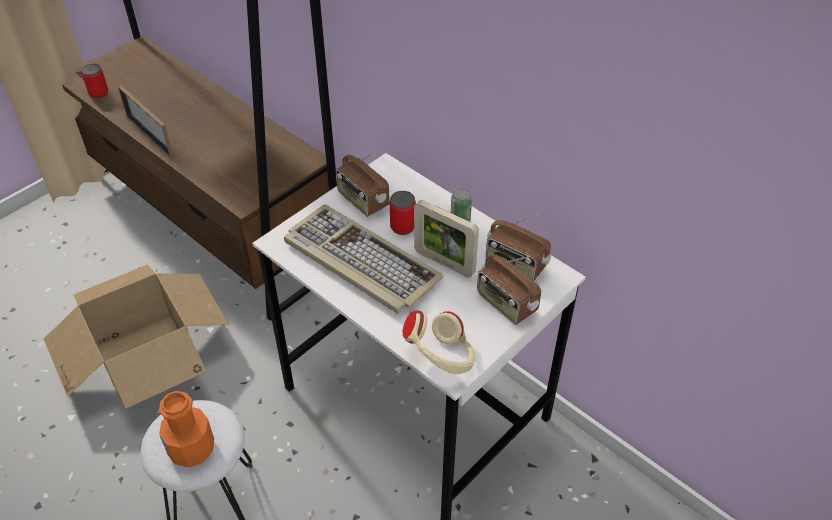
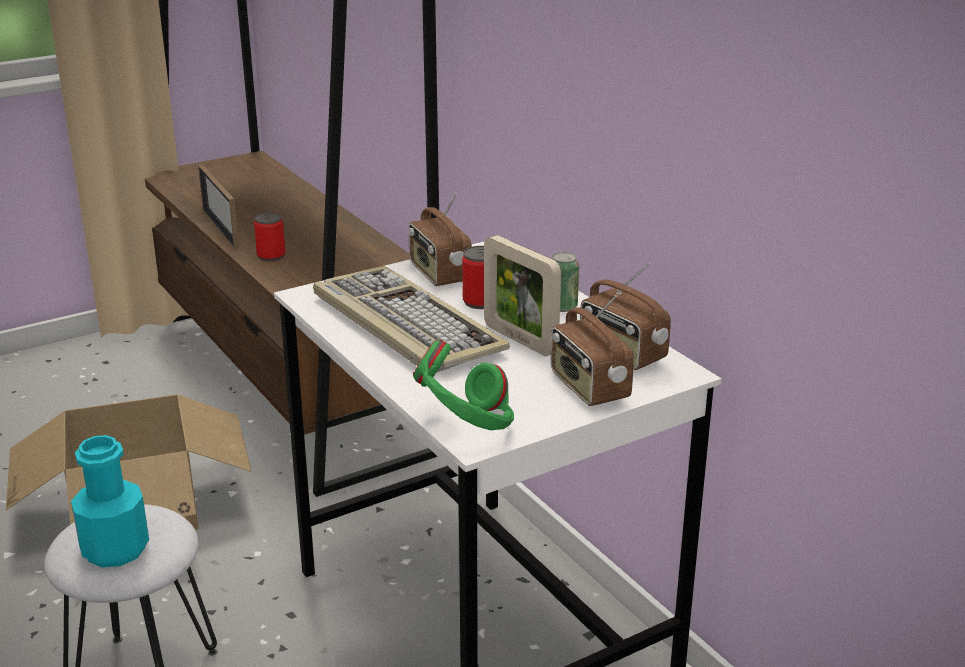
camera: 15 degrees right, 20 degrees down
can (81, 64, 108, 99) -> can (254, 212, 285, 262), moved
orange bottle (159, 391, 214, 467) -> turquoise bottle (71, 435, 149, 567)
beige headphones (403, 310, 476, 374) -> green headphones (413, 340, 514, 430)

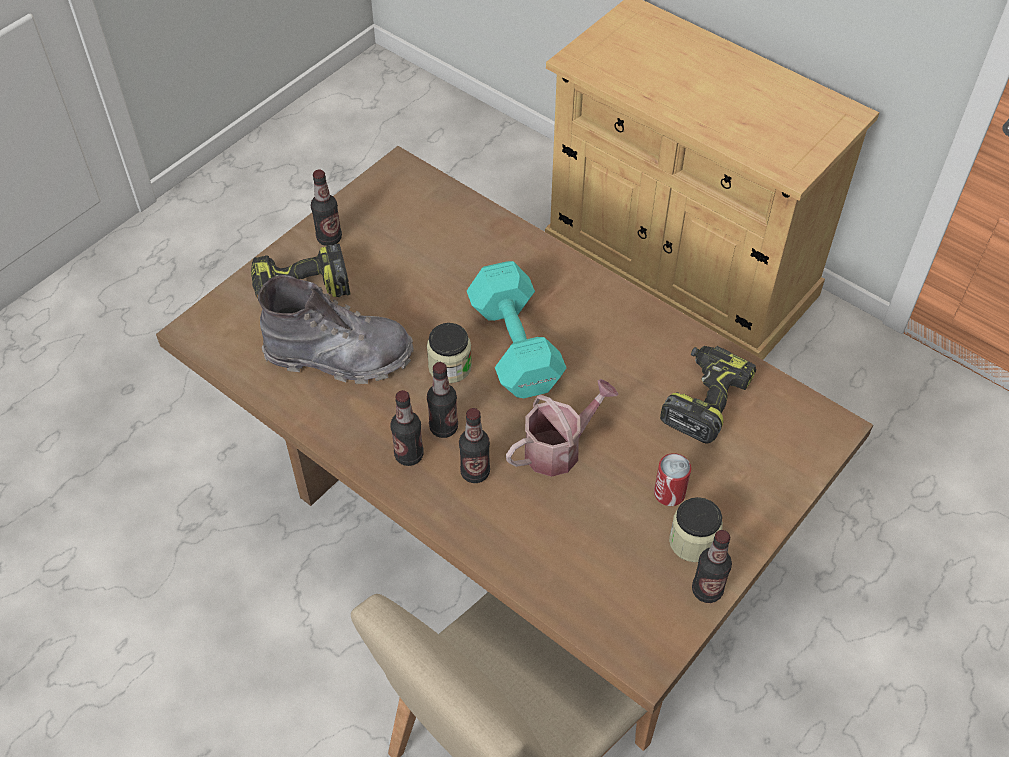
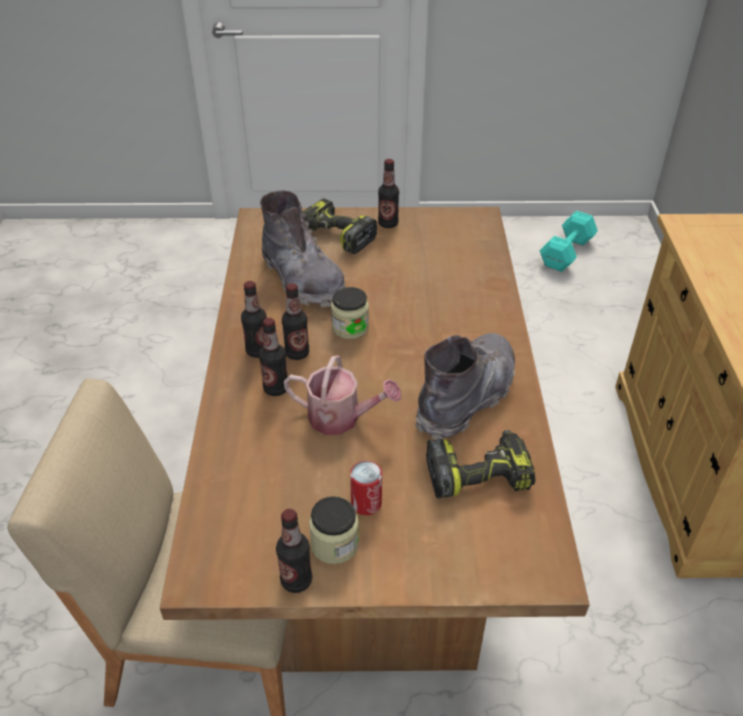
camera: 50 degrees right, 10 degrees down
none -> grey boot (415, 333, 515, 440)
turquoise dumbbell (467, 261, 567, 398) -> turquoise dumbbell (540, 211, 598, 272), moved

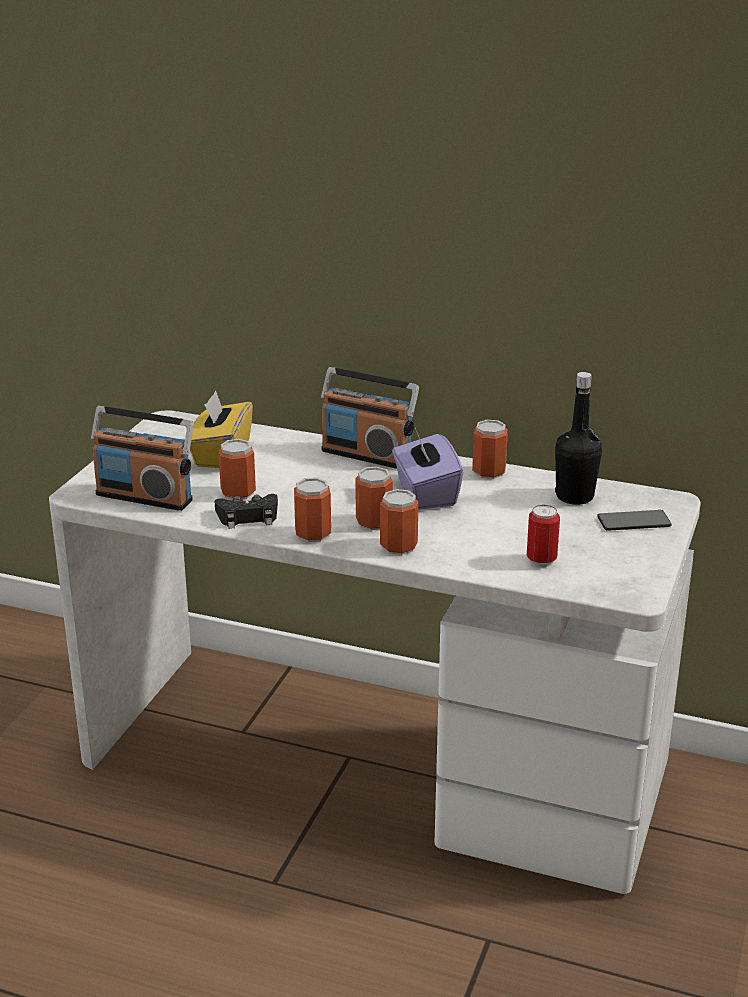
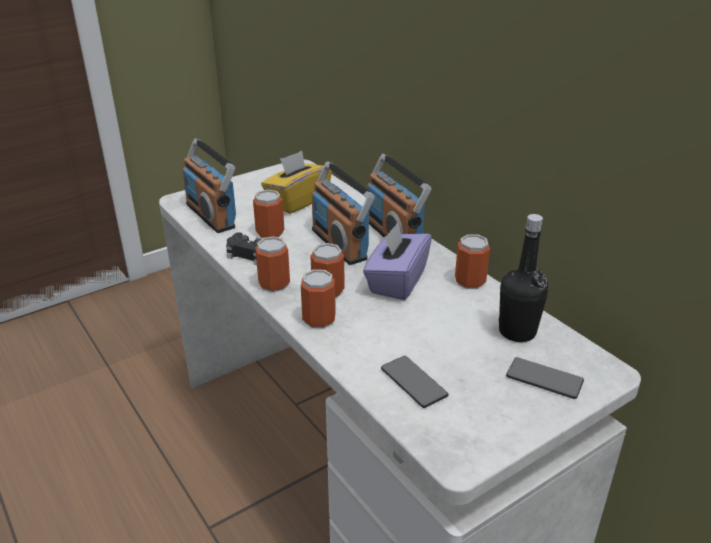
camera: 35 degrees right, 5 degrees up
none -> radio (312, 161, 375, 265)
can (527, 505, 560, 567) -> phone (381, 356, 448, 408)

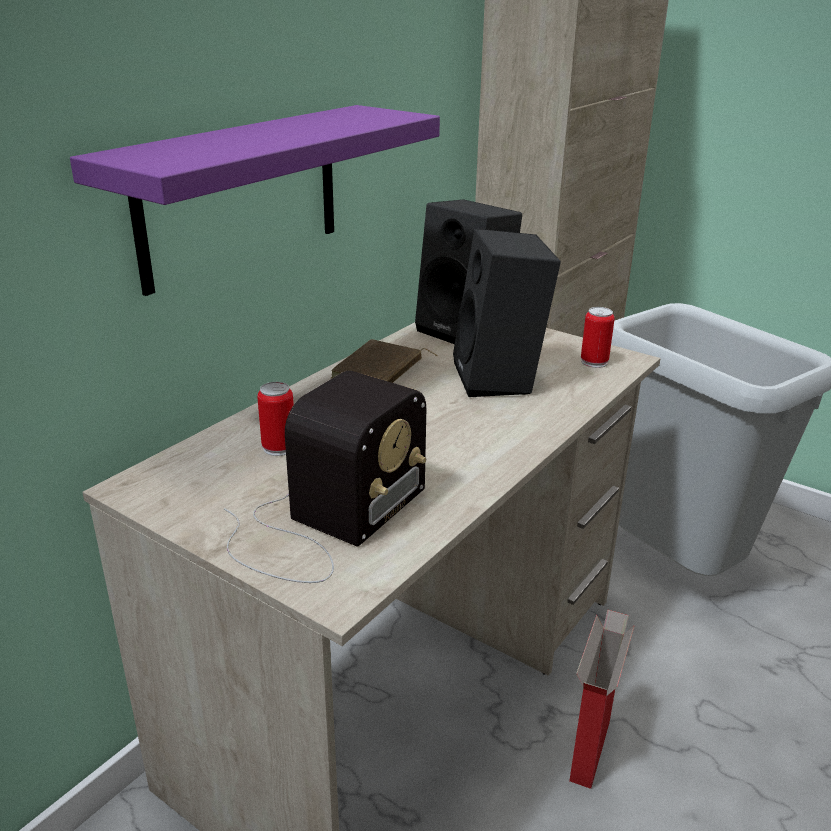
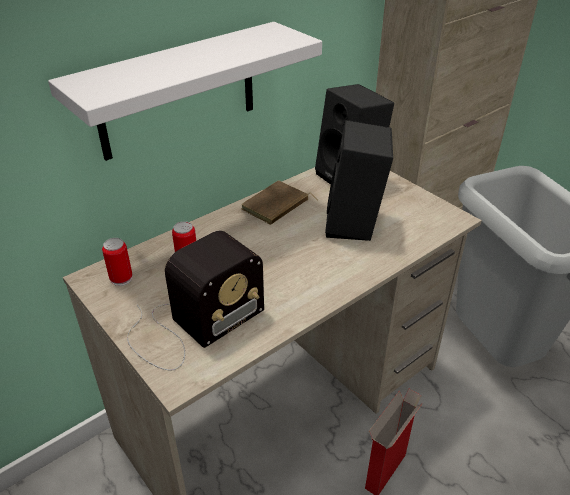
camera: 15 degrees right, 10 degrees up
can (581, 307, 615, 368) -> can (102, 238, 132, 286), moved
purple shelf (70, 105, 440, 296) -> white shelf (48, 22, 322, 161)

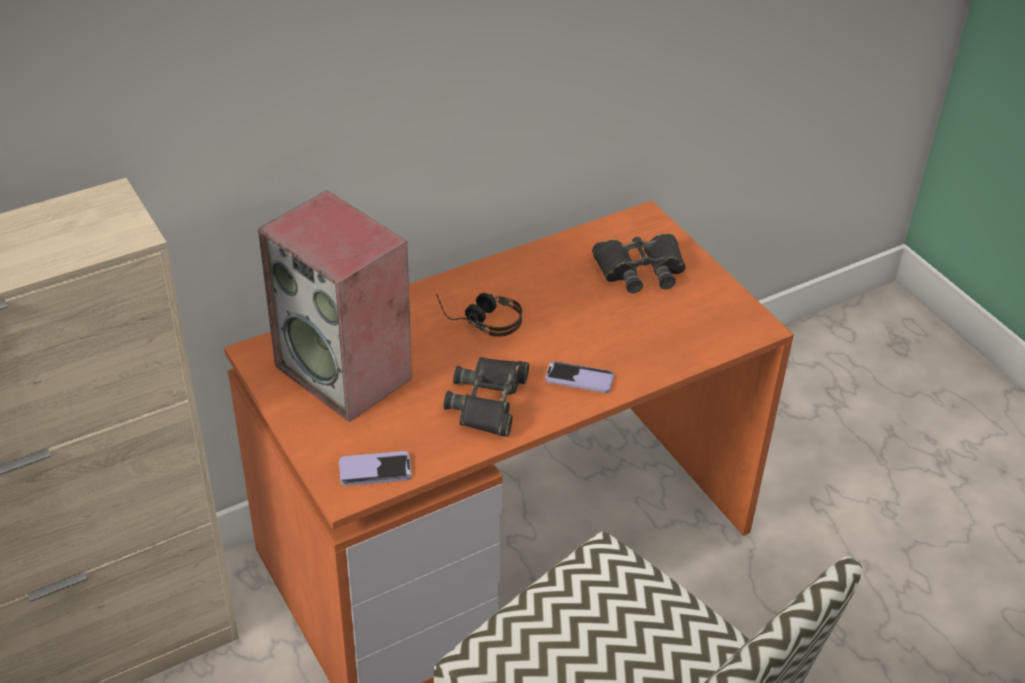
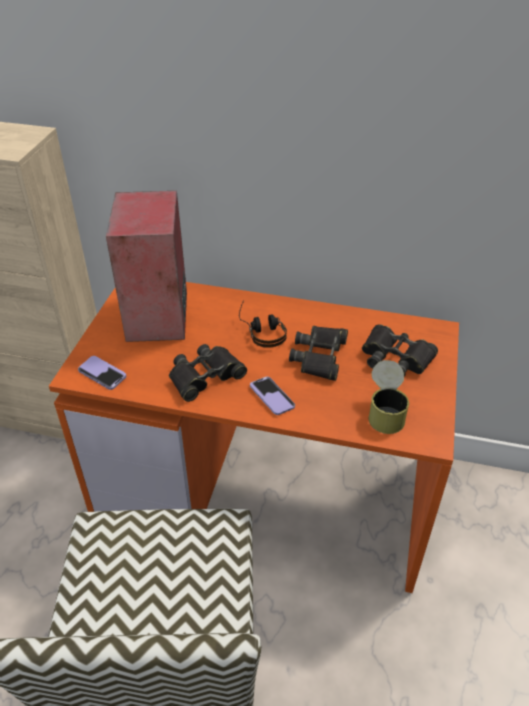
camera: 45 degrees right, 0 degrees up
none -> black binoculars (289, 326, 348, 381)
none -> can (368, 360, 409, 434)

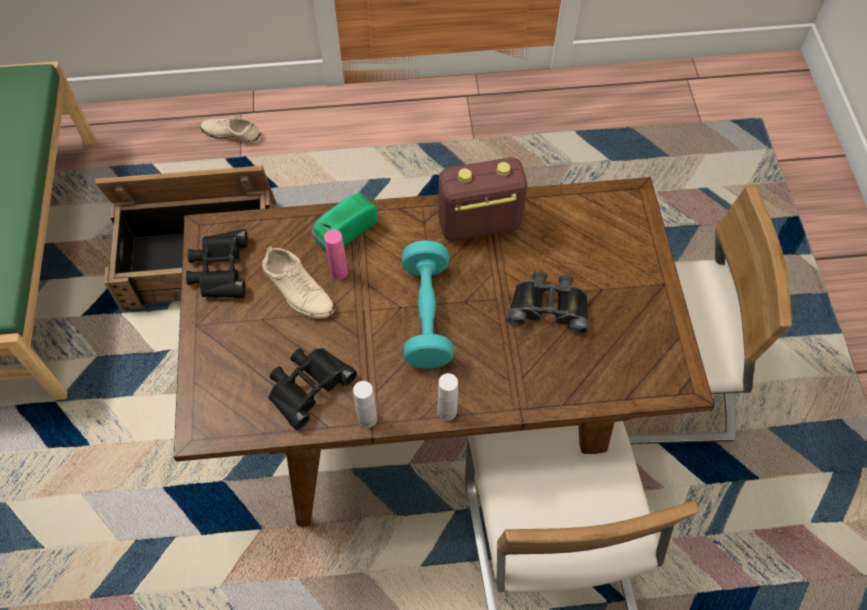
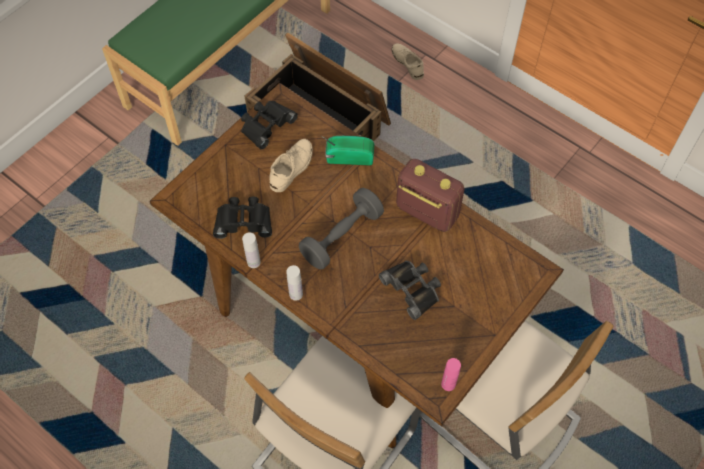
camera: 45 degrees right, 0 degrees up
pink bottle (324, 229, 348, 280) -> pink bottle (441, 358, 461, 391), moved
turquoise dumbbell (402, 240, 454, 369) -> grey dumbbell (299, 188, 384, 269)
beige shoe (262, 246, 335, 319) -> beige shoe (269, 139, 313, 192), 150 degrees counterclockwise

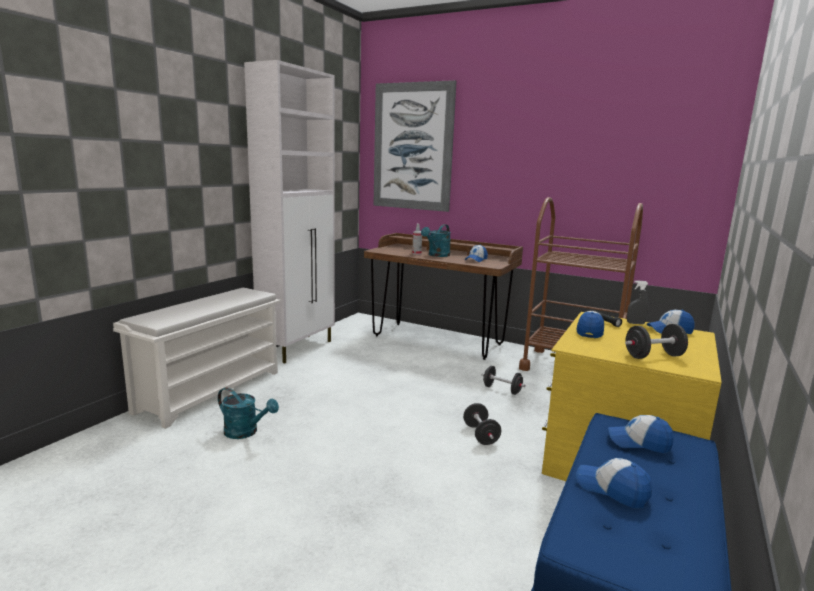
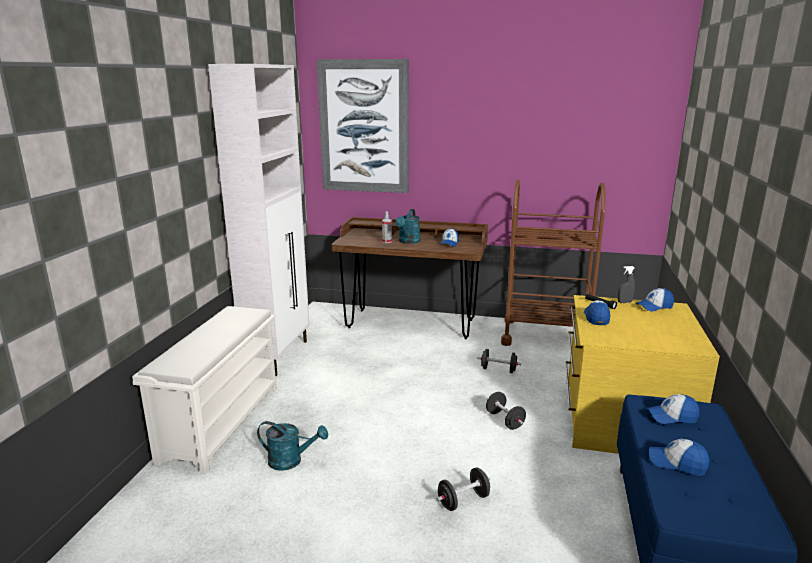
camera: 15 degrees left, 5 degrees up
black dumbbell (625, 324, 688, 359) -> black dumbbell (437, 467, 490, 511), moved

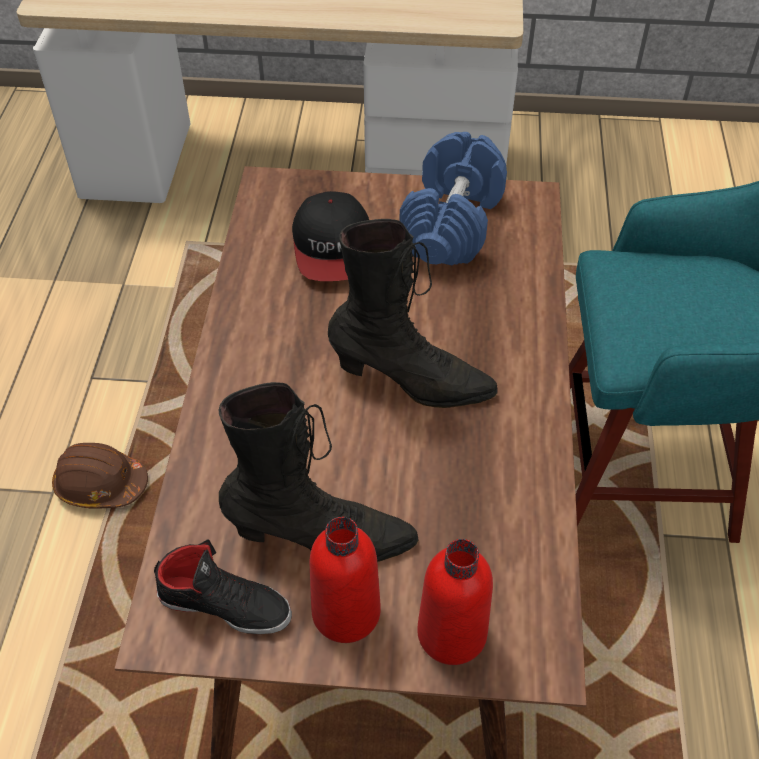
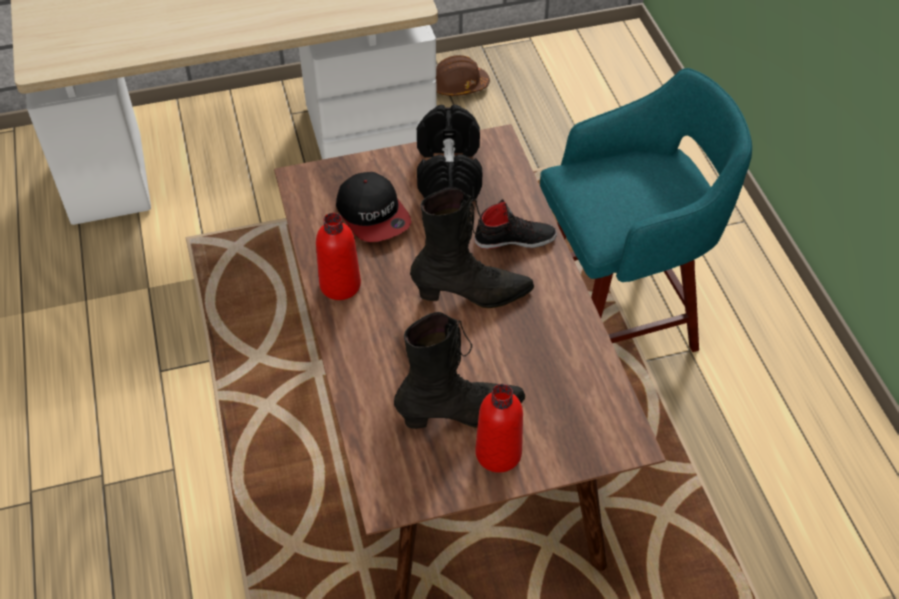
camera: 20 degrees left, 0 degrees up
brown hard hat (52, 443, 148, 509) -> brown hard hat (436, 55, 490, 96), moved
black shoe (154, 540, 292, 634) -> black shoe (475, 199, 557, 249), moved
red bottle (417, 539, 493, 665) -> red bottle (316, 213, 361, 300), moved
blue dumbbell (400, 132, 507, 265) -> black dumbbell (417, 105, 482, 201)

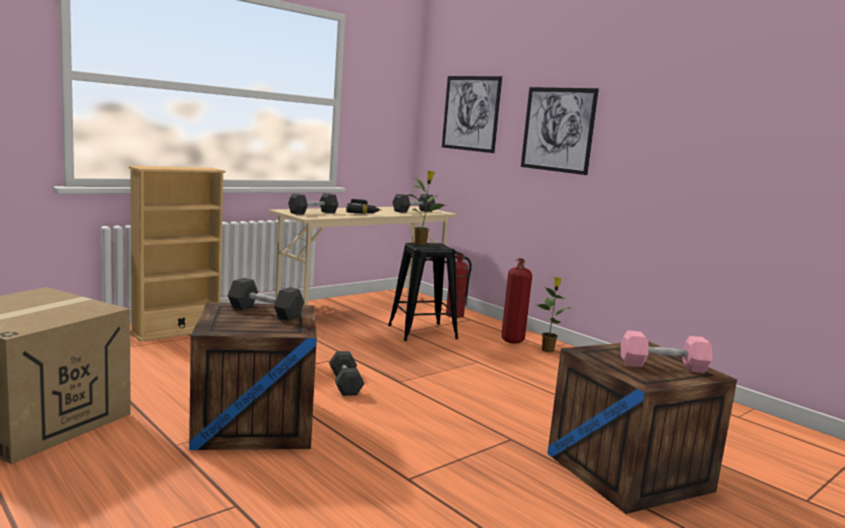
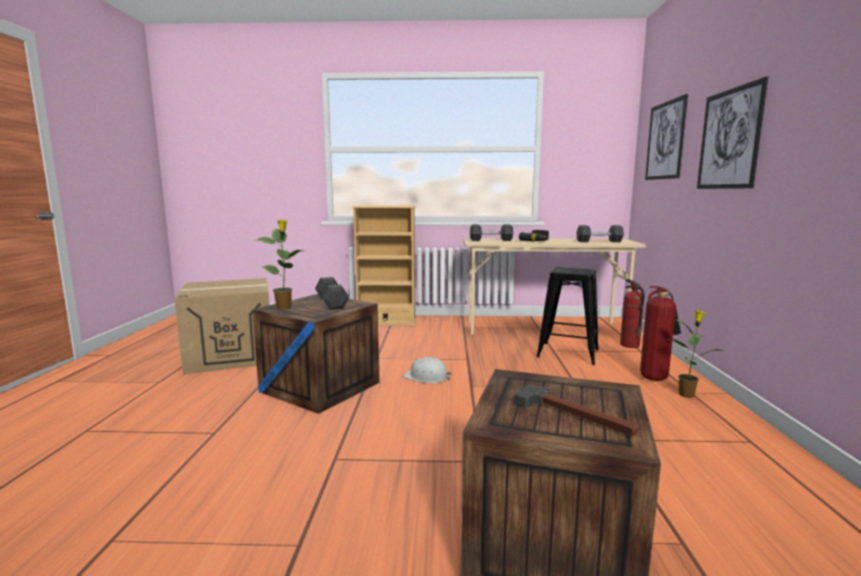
camera: 45 degrees right, 0 degrees up
potted plant (407, 170, 446, 245) -> potted plant (254, 220, 303, 310), moved
black dumbbell (329, 351, 365, 396) -> white hard hat (404, 357, 452, 383)
pink dumbbell (621, 330, 712, 373) -> hammer (514, 385, 639, 437)

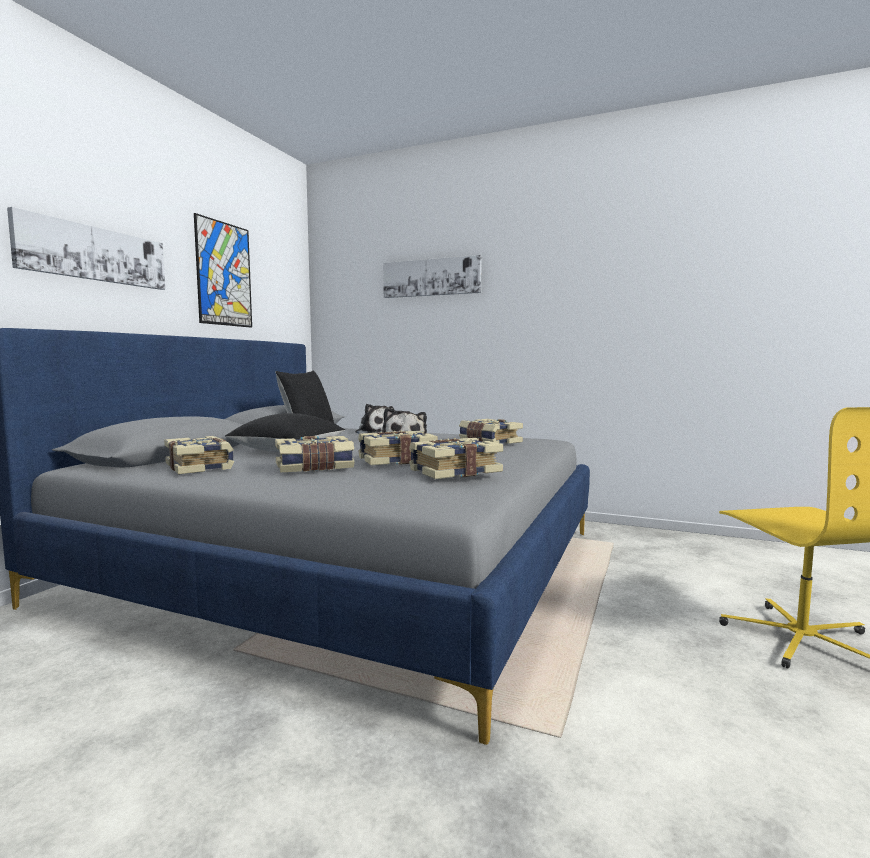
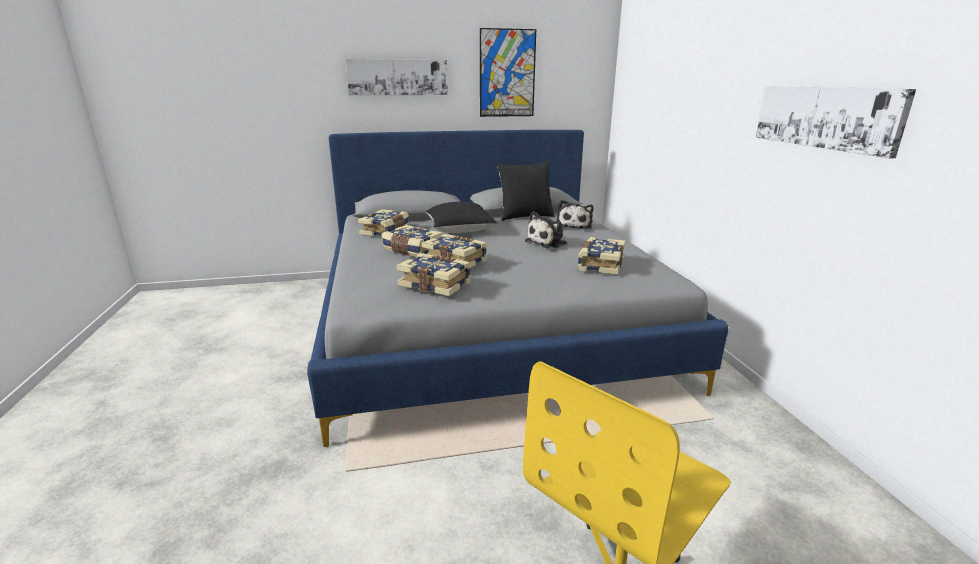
camera: 55 degrees right, 15 degrees up
picture (383, 255, 482, 298) -> picture (756, 86, 916, 158), moved

